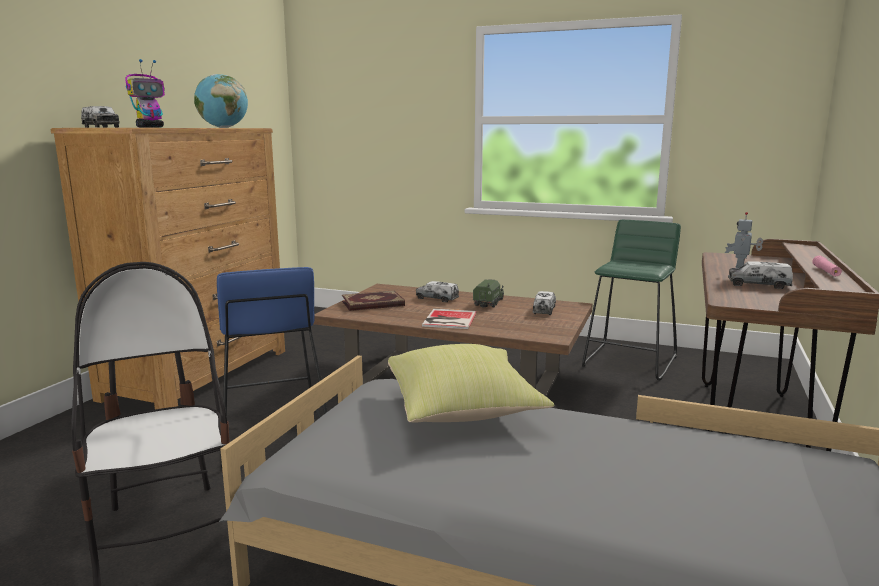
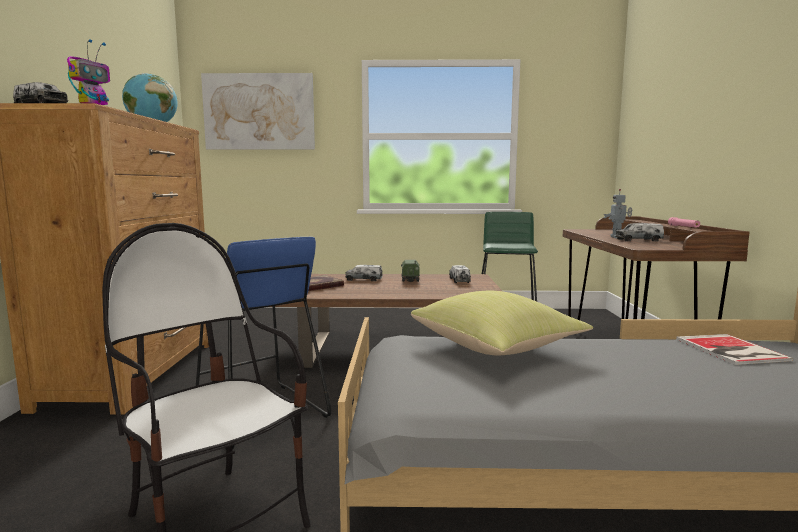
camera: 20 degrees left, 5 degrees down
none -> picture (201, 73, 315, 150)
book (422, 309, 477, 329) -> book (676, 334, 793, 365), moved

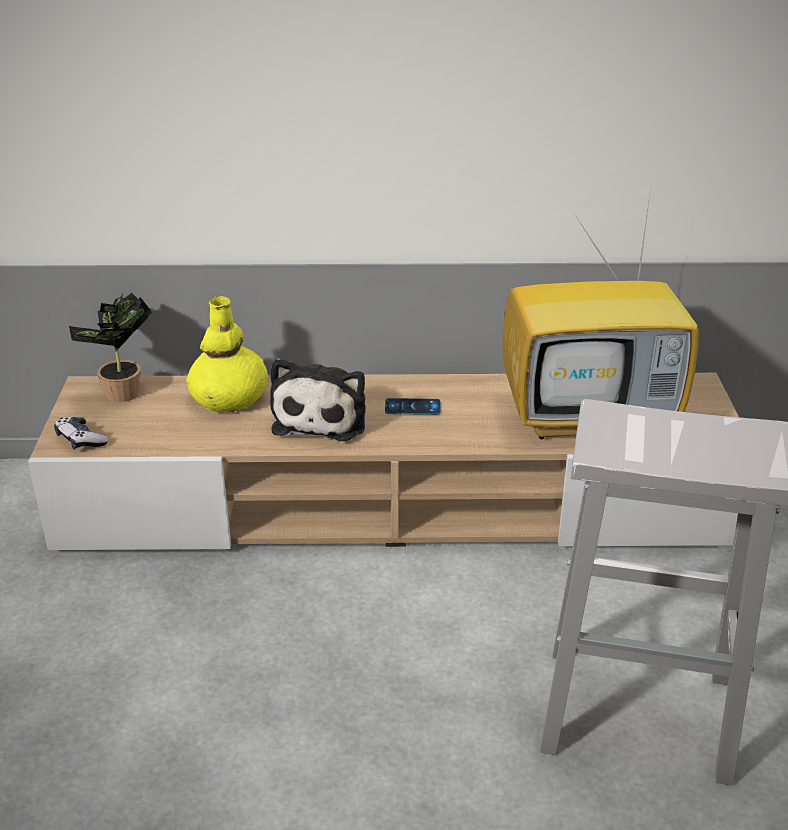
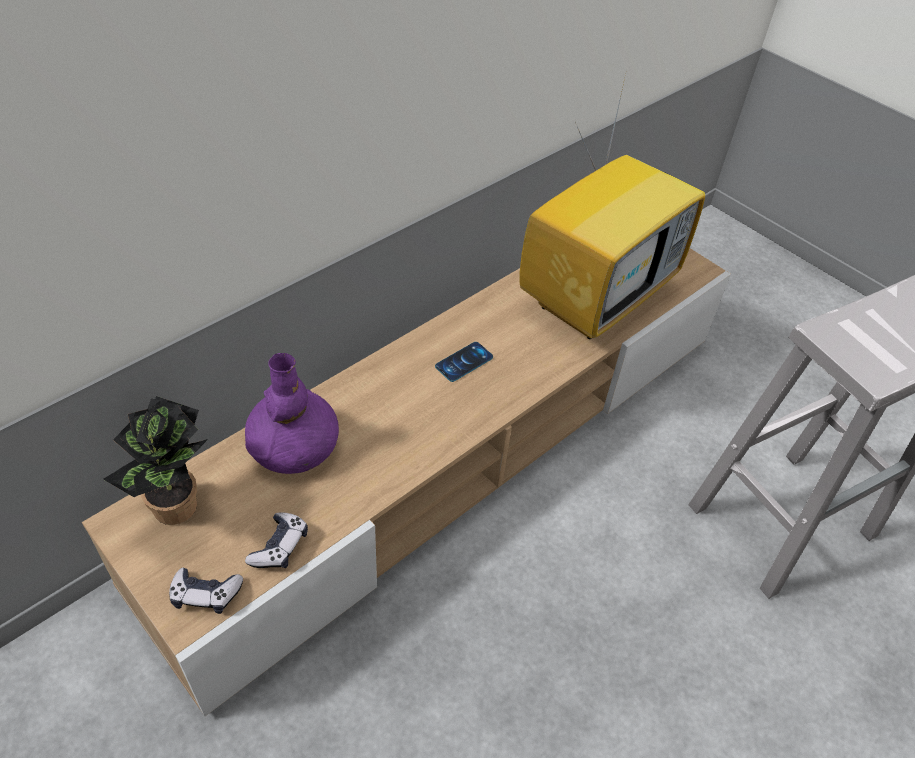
camera: 45 degrees left, 15 degrees up
plush toy (270, 358, 366, 441) -> none
none -> game controller (245, 513, 308, 568)
yellow vase (186, 296, 268, 413) -> purple vase (245, 353, 339, 474)

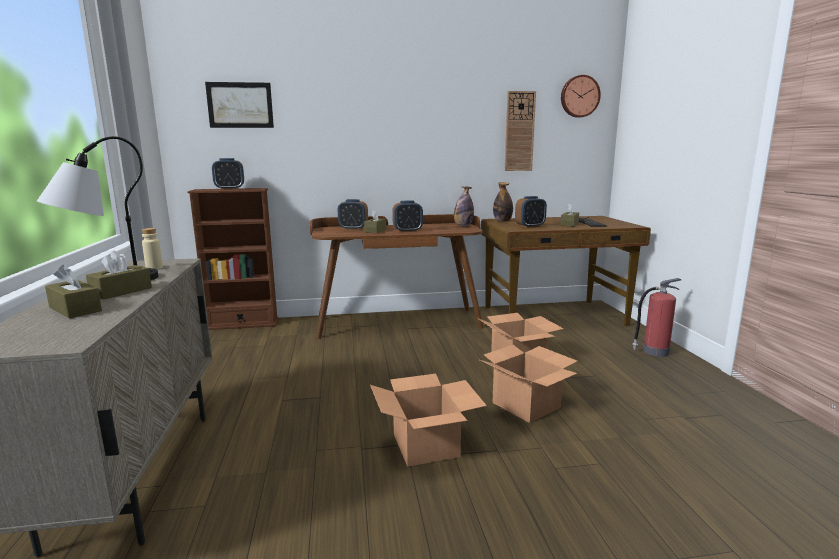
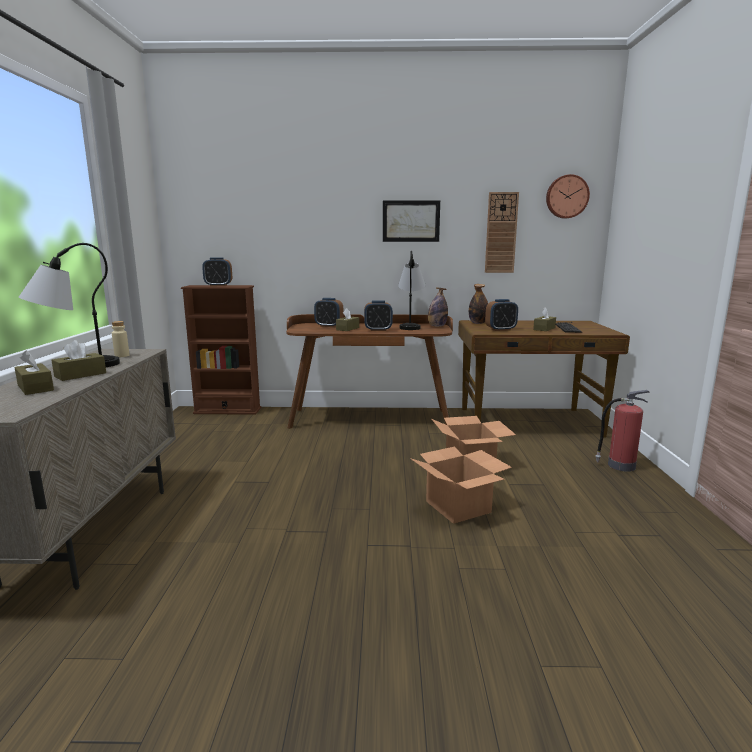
camera: 10 degrees right, 0 degrees up
cardboard box (370, 374, 487, 467) -> none
none -> table lamp (398, 251, 426, 330)
picture (205, 82, 274, 128) -> picture (383, 200, 440, 242), moved

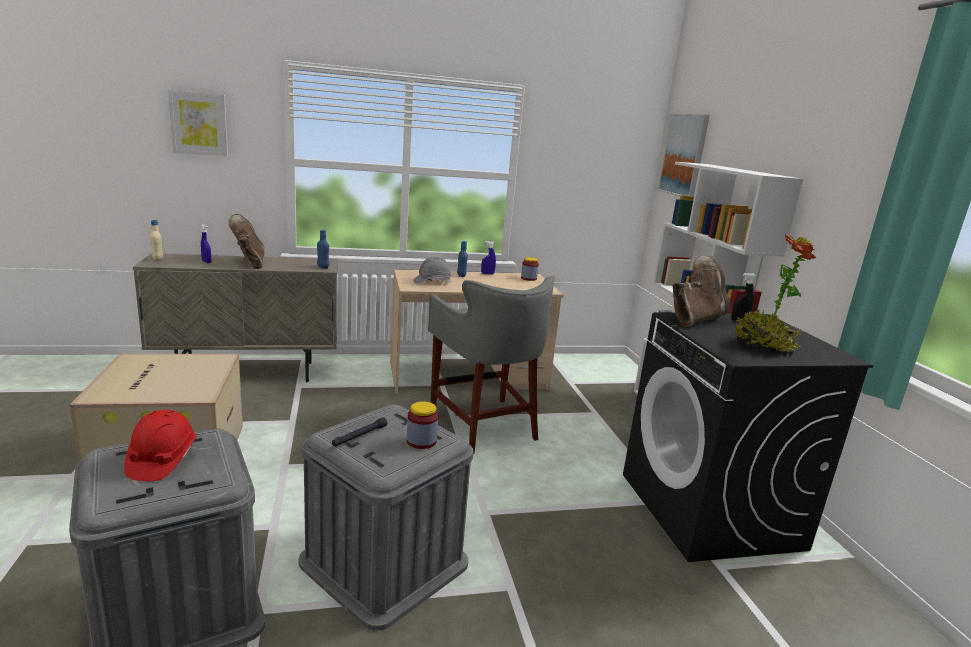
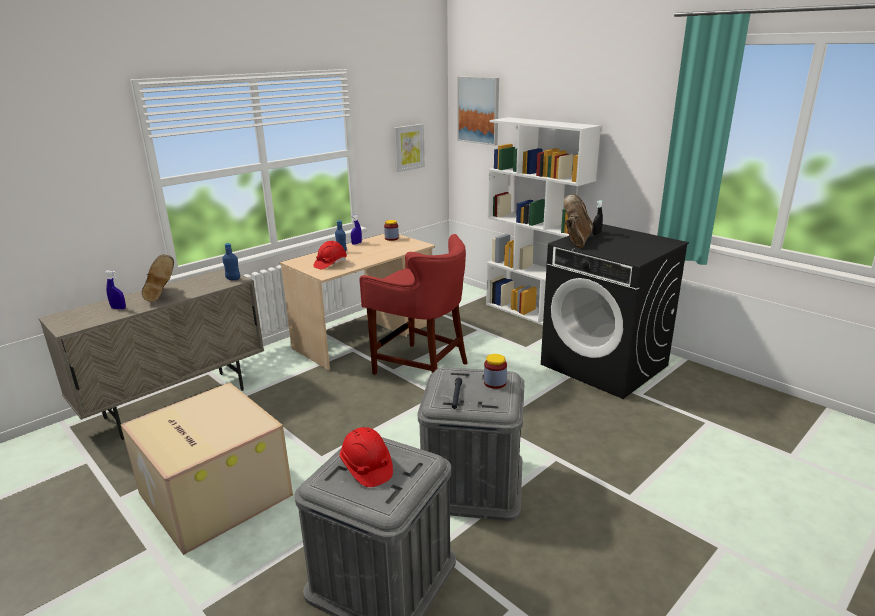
camera: 30 degrees left, 5 degrees up
beige bottle (150, 220, 163, 261) -> none
potted plant (735, 235, 816, 352) -> none
picture (168, 90, 228, 156) -> picture (394, 124, 425, 172), moved
grey hard hat (413, 256, 452, 283) -> red hard hat (314, 241, 347, 269)
grey stool (428, 276, 555, 454) -> red stool (359, 234, 468, 375)
brown boot (228, 214, 264, 269) -> brown boot (142, 254, 174, 302), 150 degrees counterclockwise

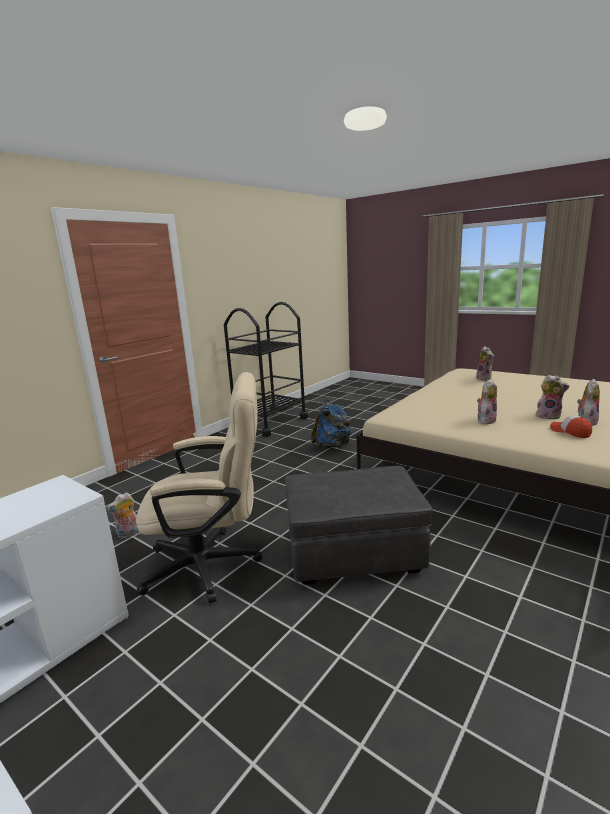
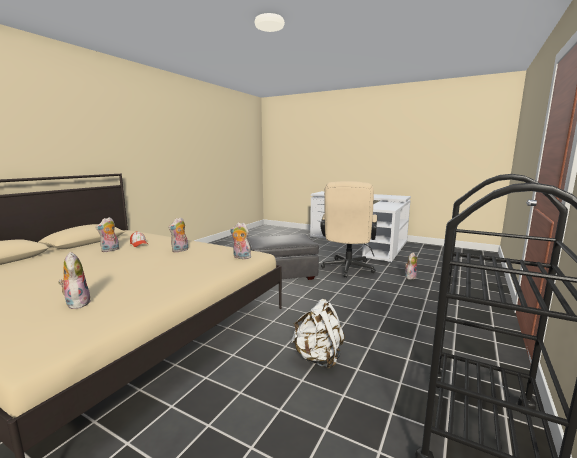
camera: 170 degrees right, 5 degrees down
plush toy (536, 375, 569, 420) -> plush toy (230, 222, 251, 259), moved
blue backpack (311, 400, 353, 449) -> white backpack (291, 299, 345, 369)
beige office chair (136, 372, 262, 603) -> beige office chair (320, 181, 377, 277), 60 degrees counterclockwise

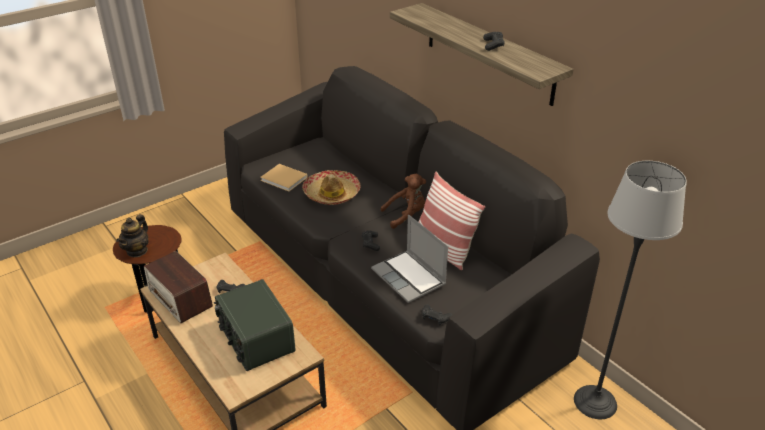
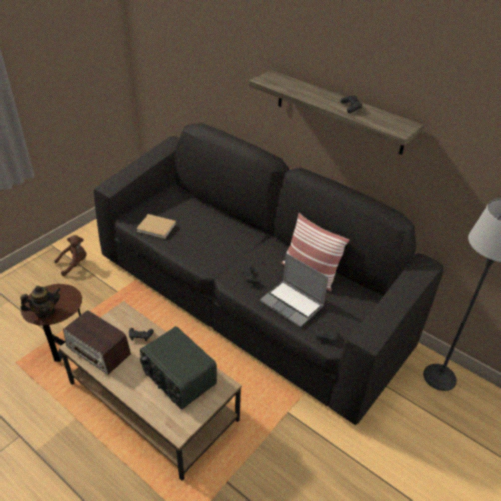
camera: 15 degrees left, 5 degrees up
hat (302, 170, 361, 205) -> none
brown plush toy (380, 174, 426, 229) -> brown plush toy (54, 235, 86, 276), moved
teapot (116, 214, 148, 257) -> teapot (20, 285, 61, 318), 120 degrees counterclockwise

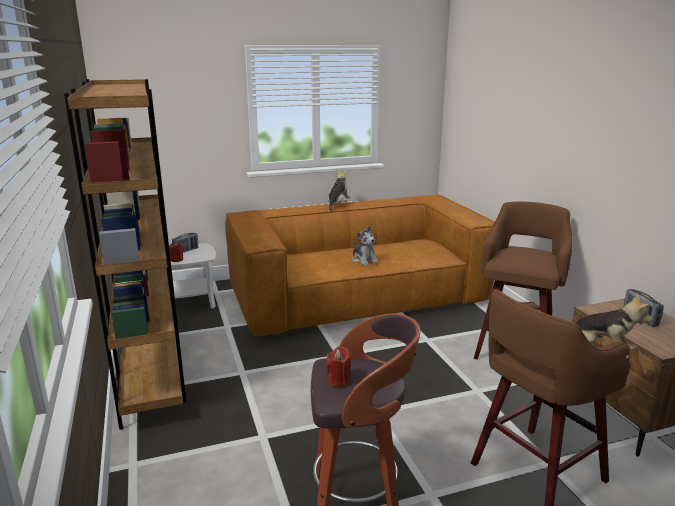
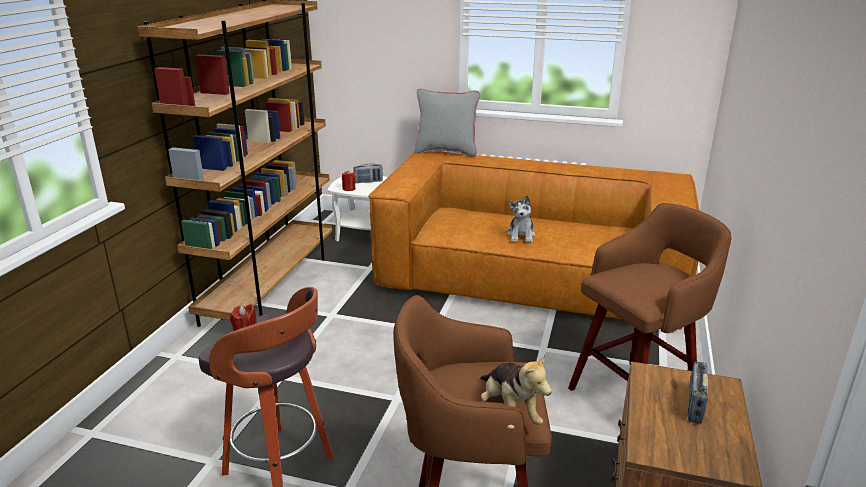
camera: 35 degrees right, 5 degrees up
plush toy (327, 170, 350, 212) -> none
none -> grey pillow (414, 88, 480, 157)

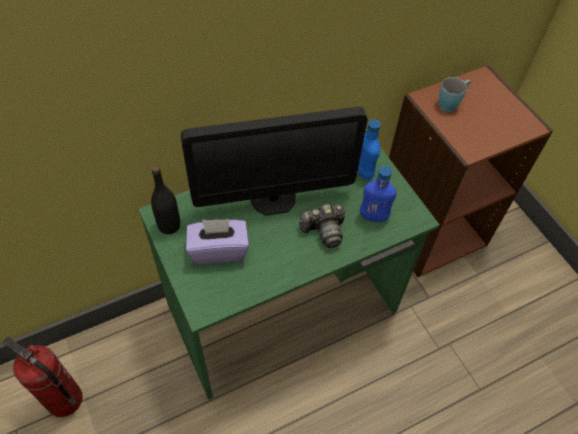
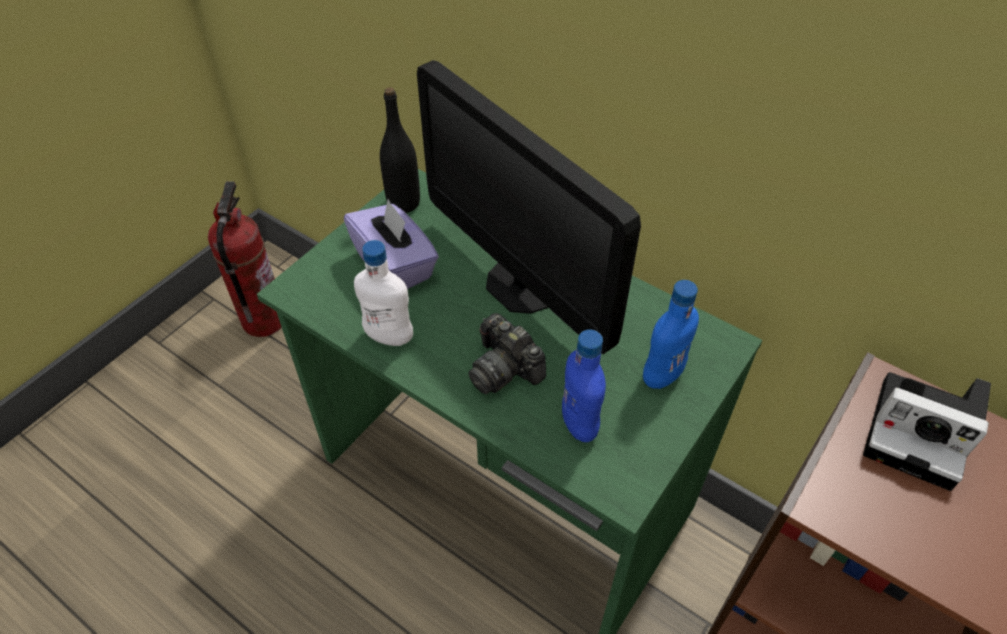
camera: 65 degrees right, 5 degrees down
none -> white bottle (354, 240, 413, 346)
blue mug (439, 77, 471, 112) -> photo camera (863, 372, 991, 491)

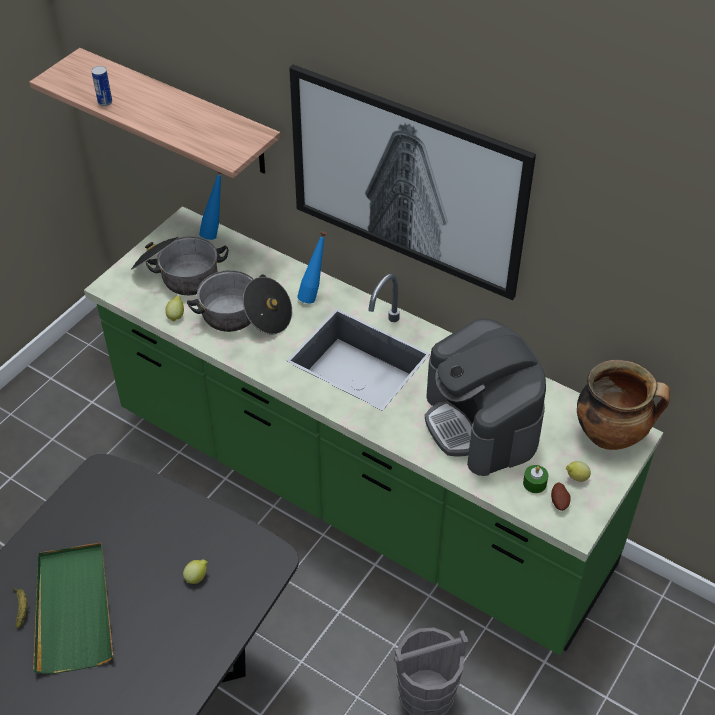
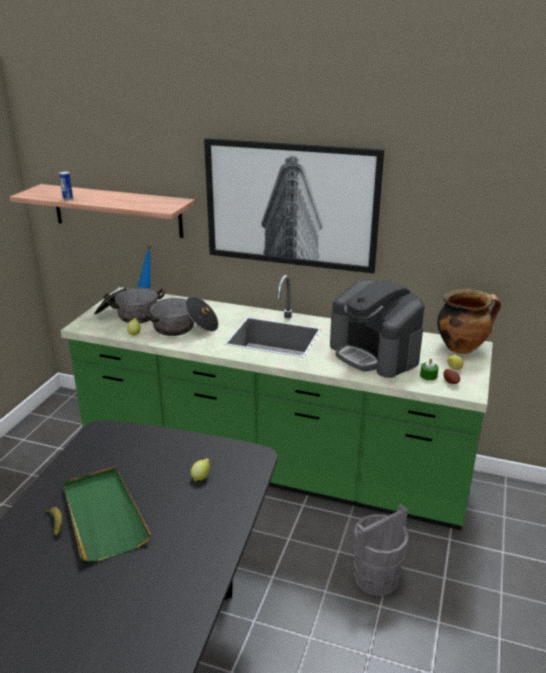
camera: 15 degrees left, 20 degrees down
blue bottle (297, 231, 326, 303) -> none

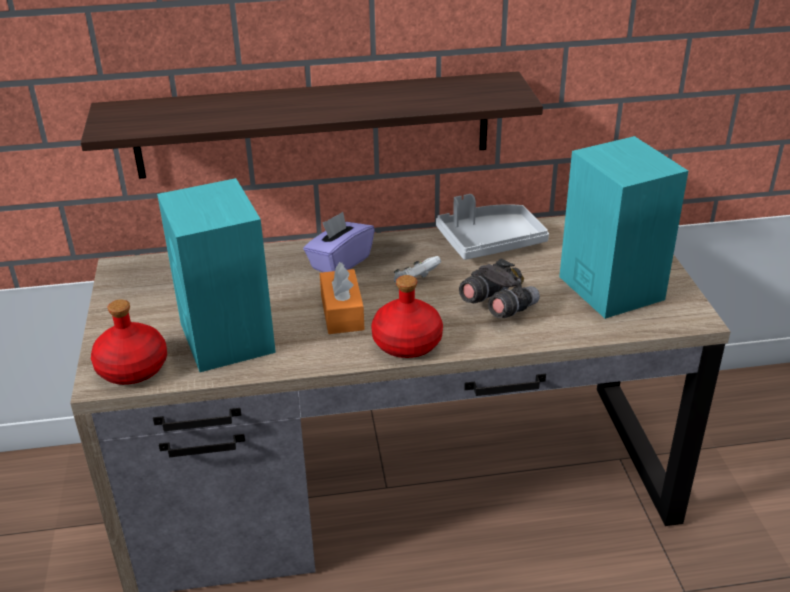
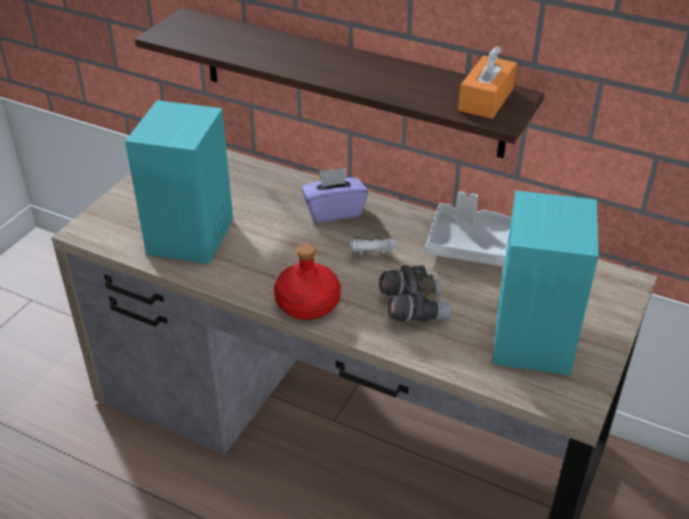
camera: 35 degrees right, 5 degrees up
red bottle (91, 300, 167, 385) -> none
orange tissue box (320, 262, 365, 334) -> orange tissue box (458, 46, 517, 119), moved

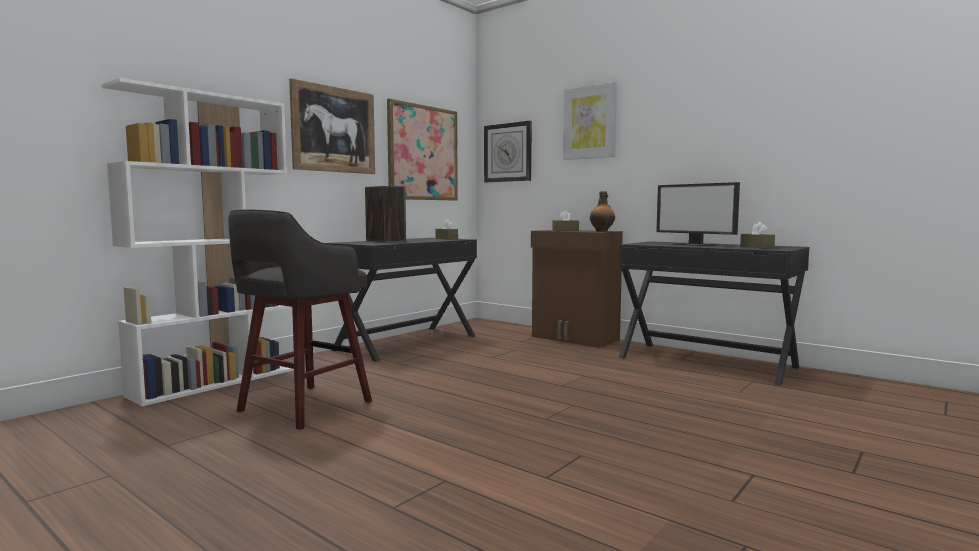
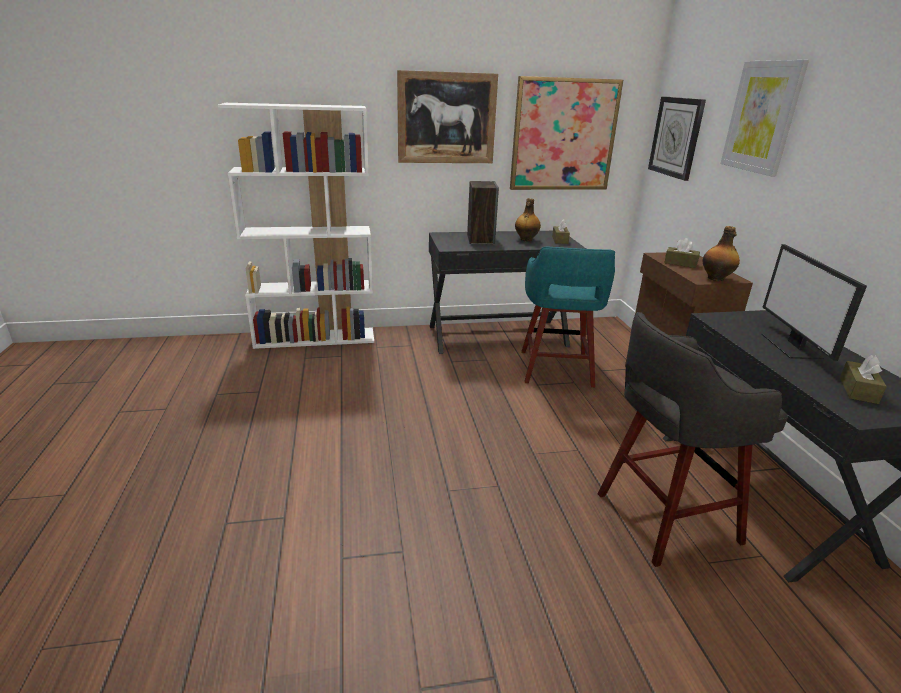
camera: 40 degrees right, 20 degrees up
none -> bottle (515, 198, 541, 241)
none -> turquoise stool (521, 246, 615, 387)
grey stool (228, 210, 372, 430) -> grey stool (598, 312, 788, 567), moved

